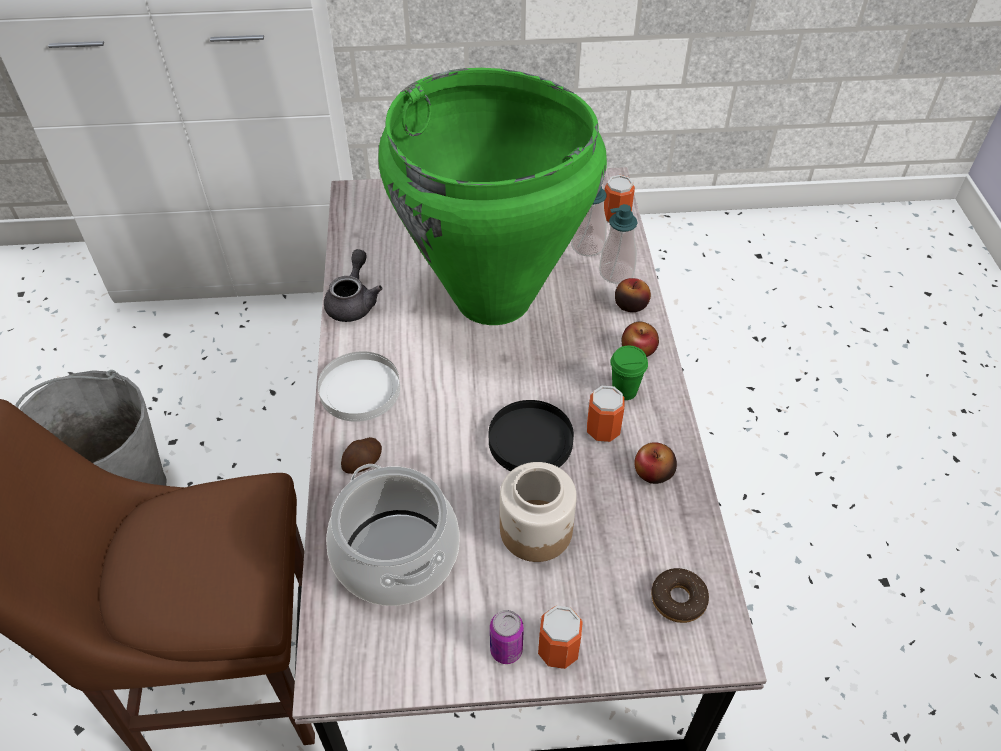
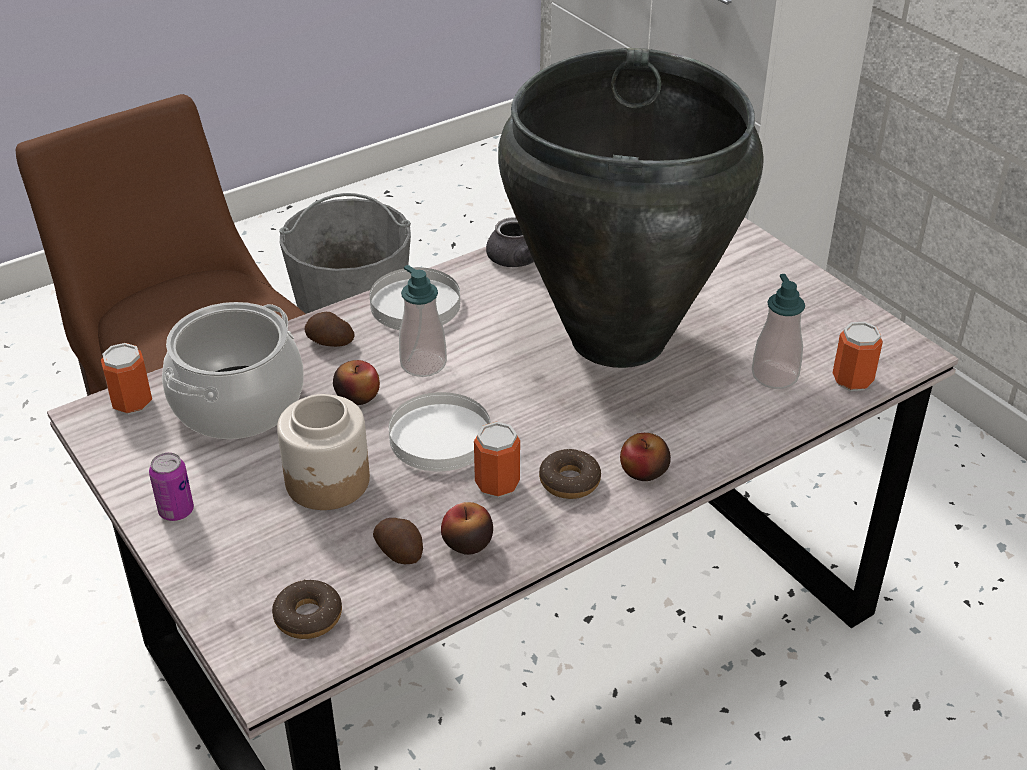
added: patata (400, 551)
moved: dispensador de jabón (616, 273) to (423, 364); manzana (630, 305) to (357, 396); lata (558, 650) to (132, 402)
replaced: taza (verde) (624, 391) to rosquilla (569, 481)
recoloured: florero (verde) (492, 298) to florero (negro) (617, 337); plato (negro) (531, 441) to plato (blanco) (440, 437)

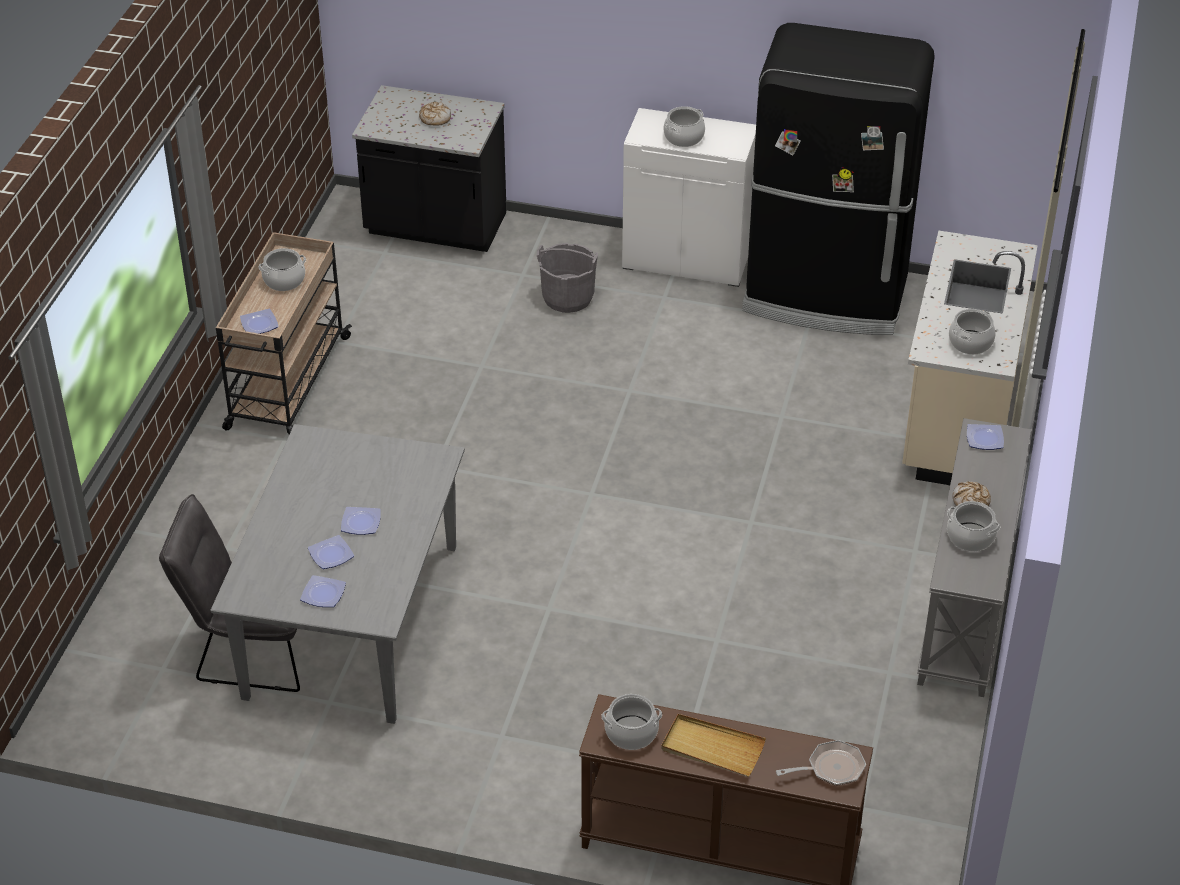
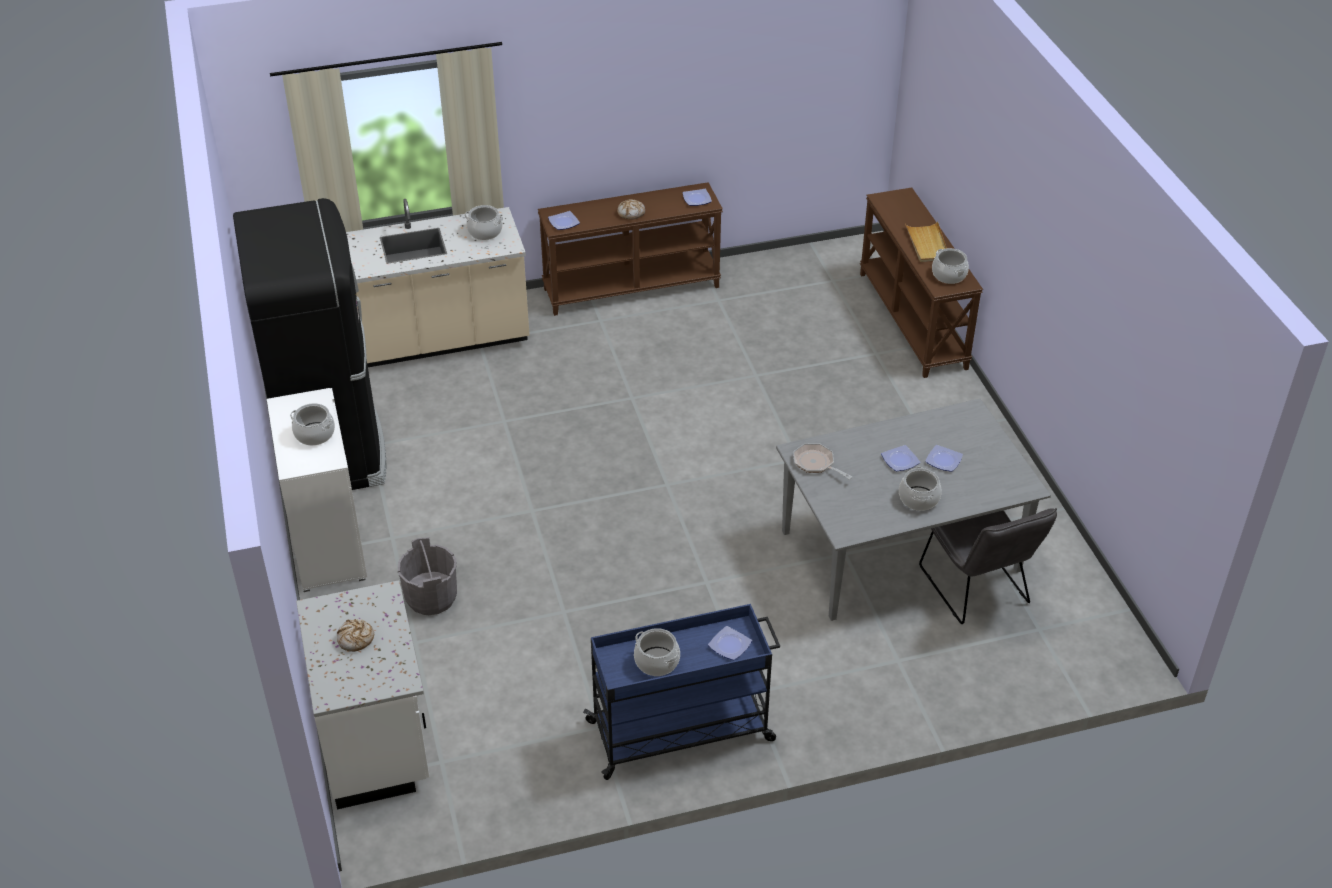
moved: olla (970, 537) to (919, 499); plato (323, 593) to (696, 199); sartén (831, 768) to (816, 463)
recoloured: mueble bajo de cocina (negro) (435, 228) to mueble bajo de cocina (blanco) (376, 742); carrito (beis) (287, 384) to carrito (azul) (682, 731); mesa consola (gris) (968, 603) to mesa consola (marrón) (631, 287)

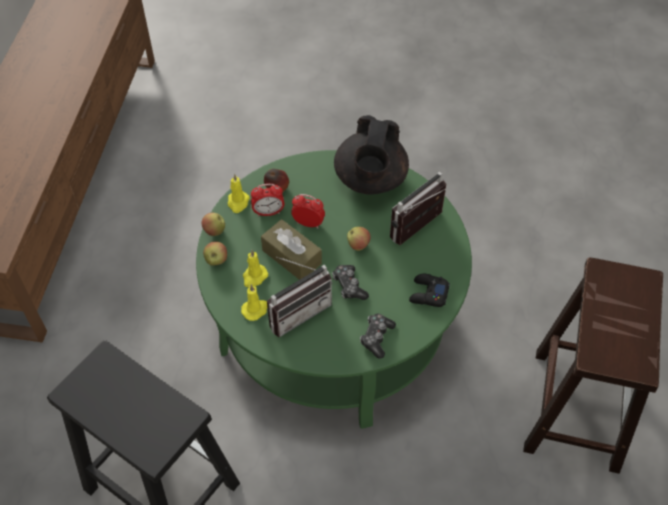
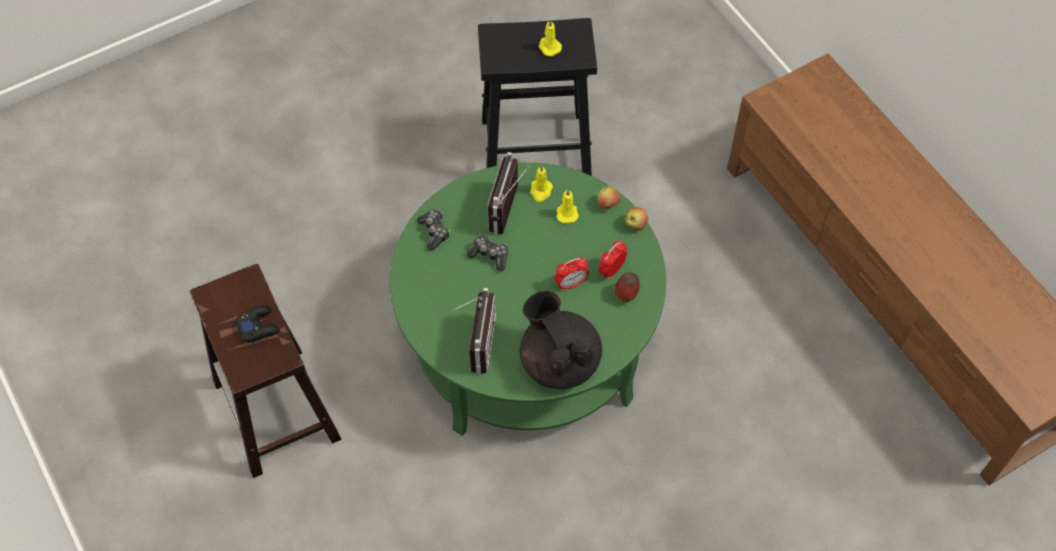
removed: caja de pañuelos (marrón) (292, 257); manzana (358, 245)
moved: vela (amarillo) (238, 203) to (549, 47); mando de consola (negro) (428, 294) to (258, 326)

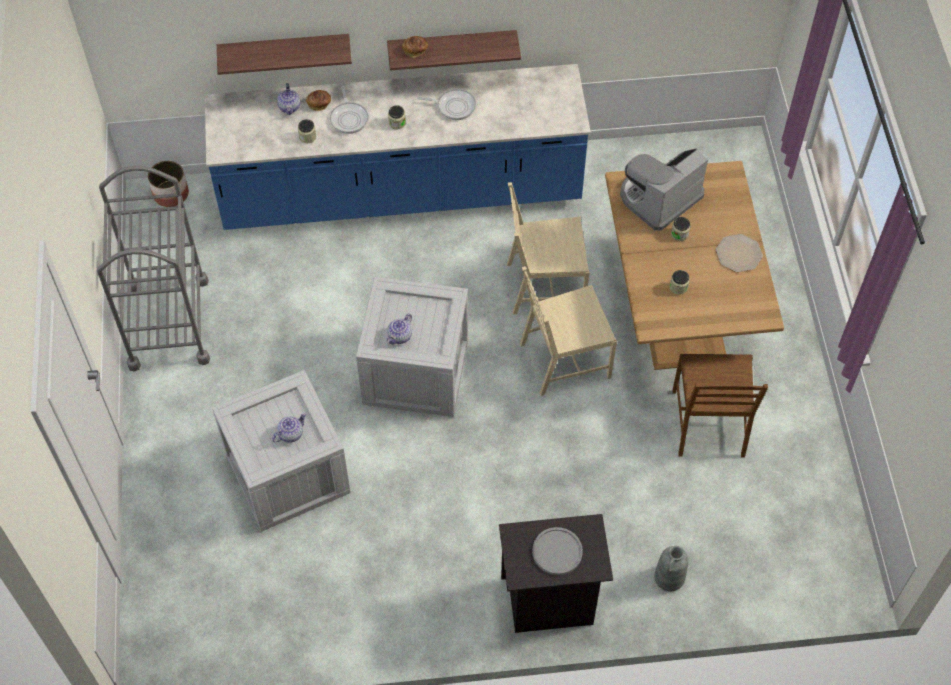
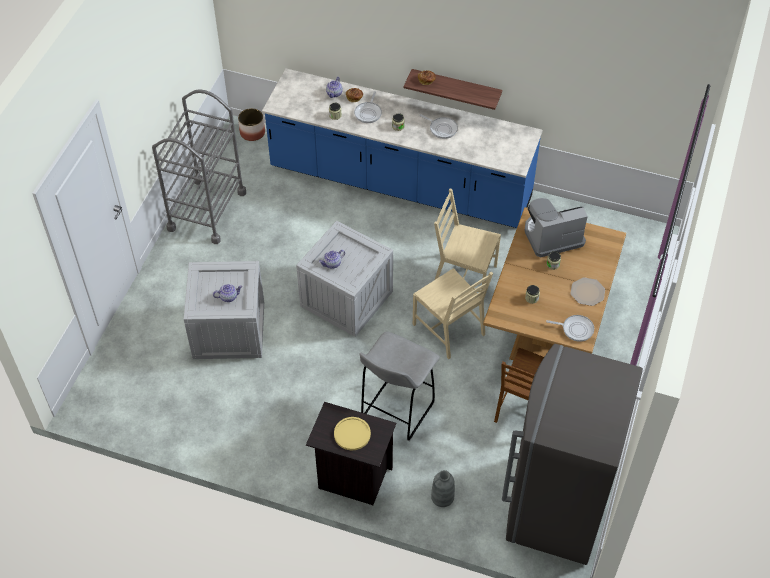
removed: estante (284, 51)
added: sartén (575, 329); taburete (gris) (396, 412); nevera (gris) (556, 507)
recoloured: plato (gris) (557, 552) to plato (amarillo) (352, 434)
turned: silla (beis) (564, 360) = (450, 329) 135 degrees counterclockwise

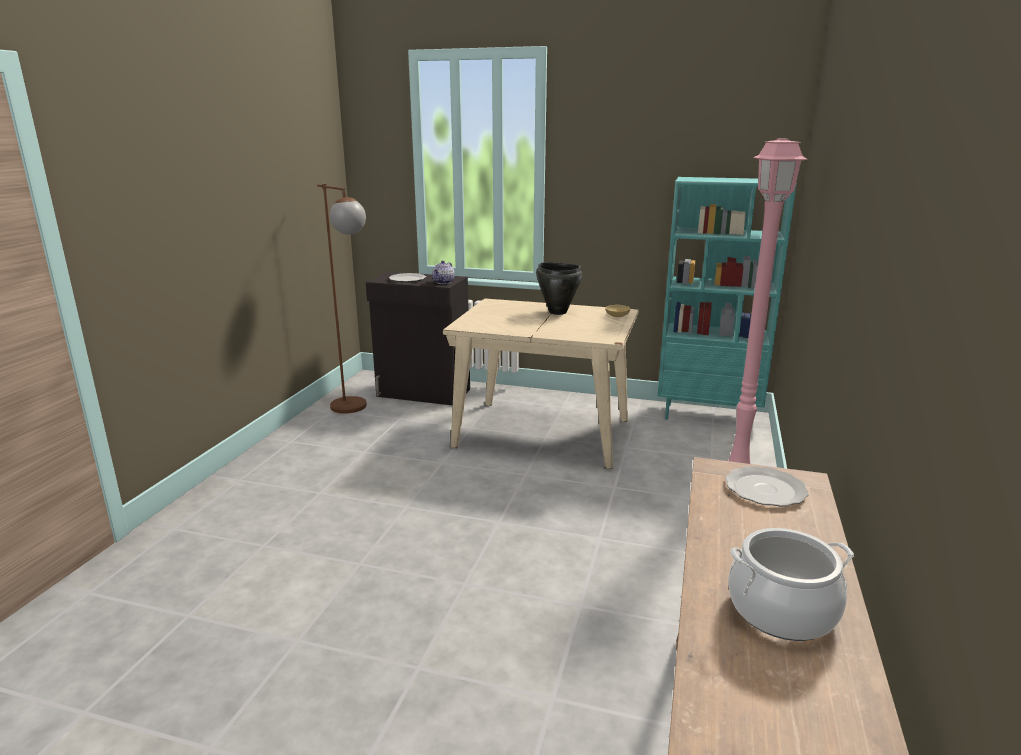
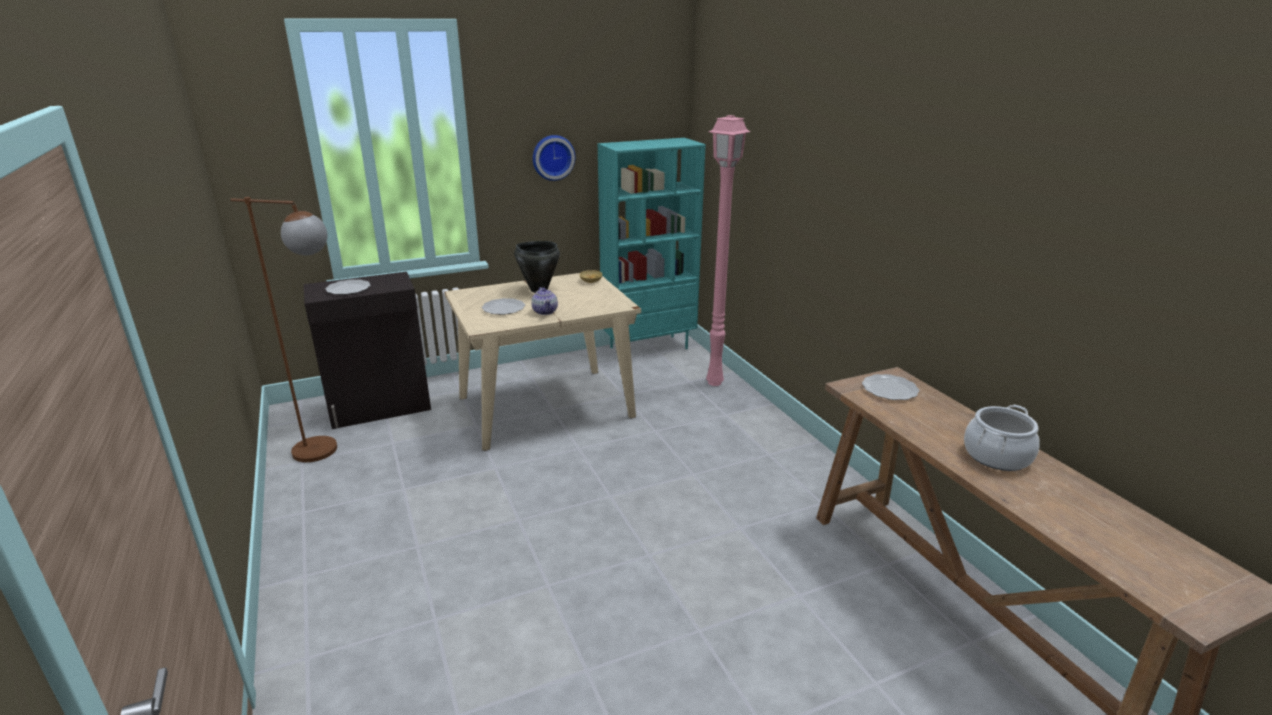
added: reloj de pared (552, 157); plato (504, 309)
moved: tetera (444, 282) to (545, 311)

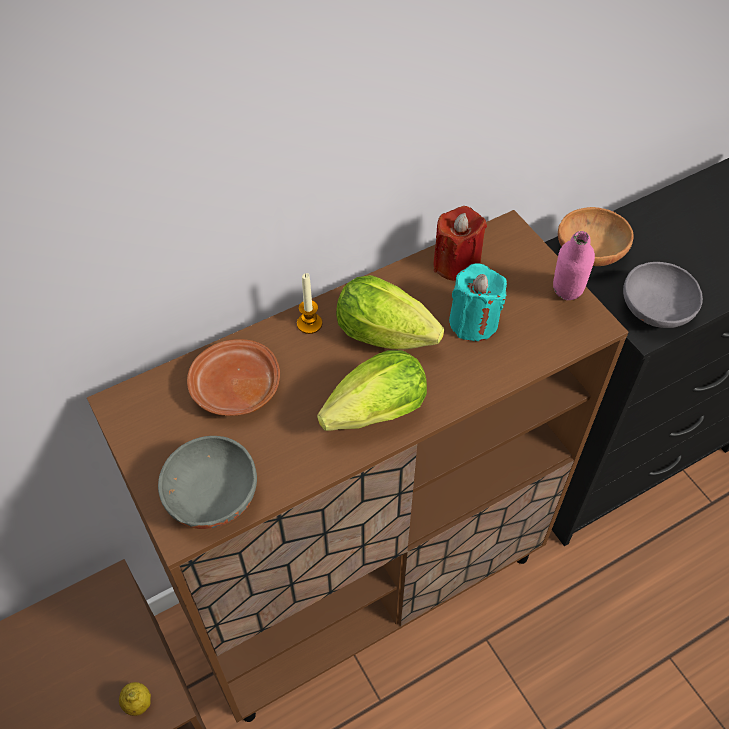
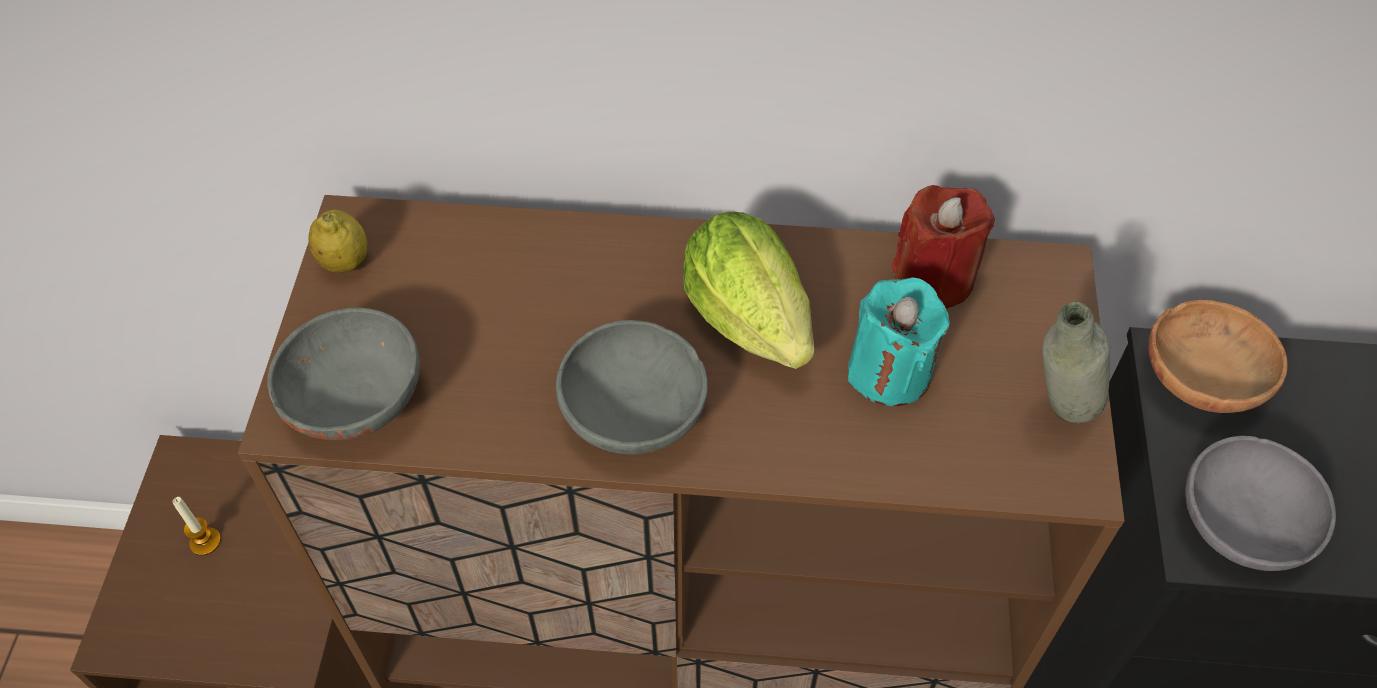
removed: plato (marrón) (235, 388)
moved: vela (309, 324) to (205, 541); limón (138, 703) to (345, 262)
replaced: lechuga (370, 416) to cuenco (gris) (636, 416)
recoloured: botella (rosa) (564, 302) to botella (gris) (1054, 419)

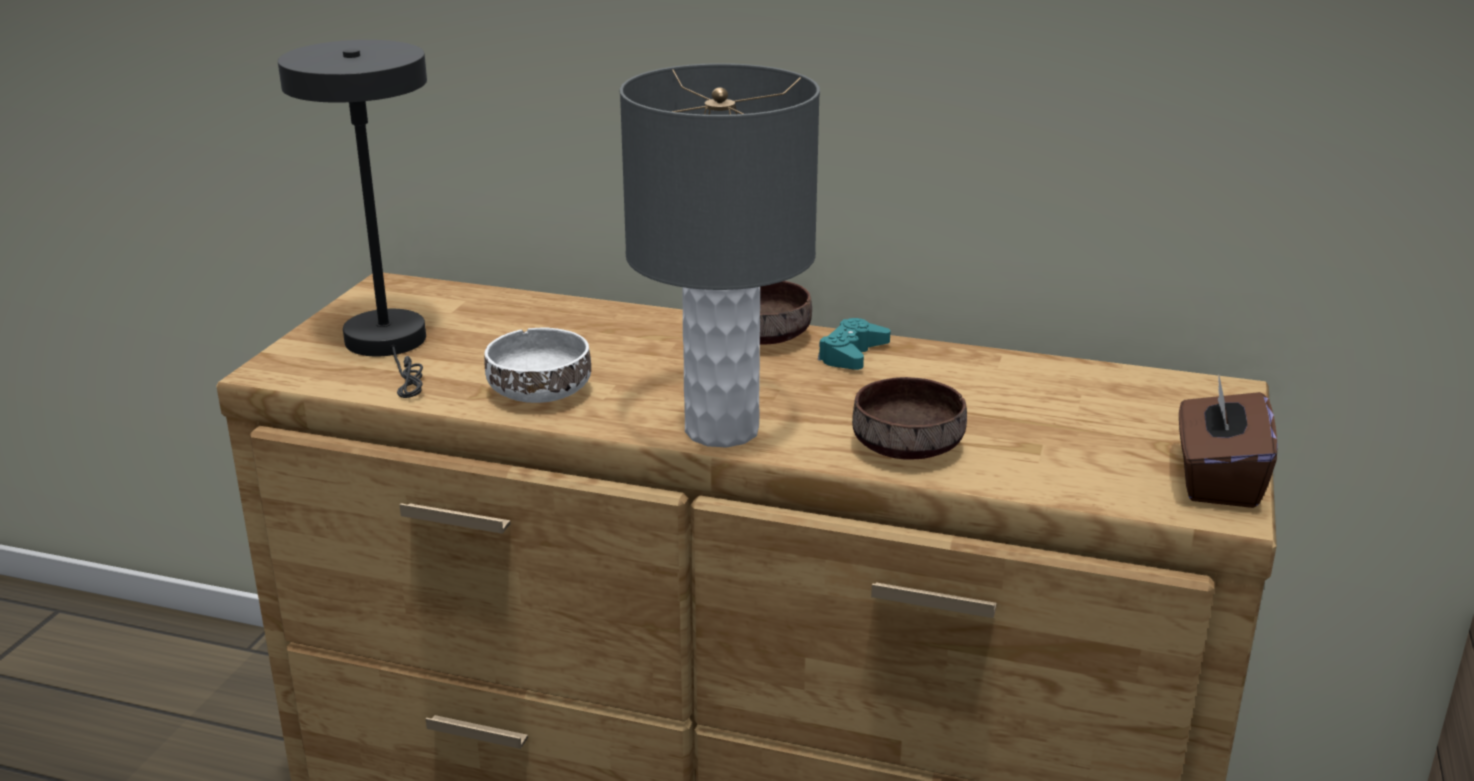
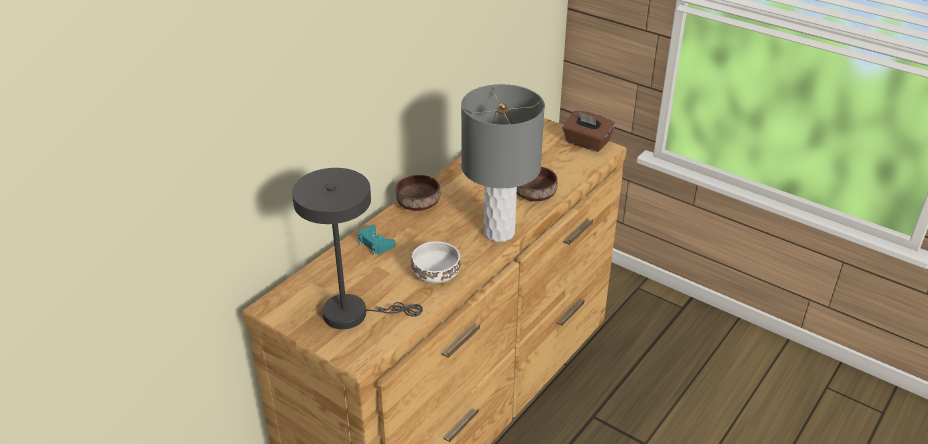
moved: mando de consola (turquesa) (852, 354) to (375, 244)

